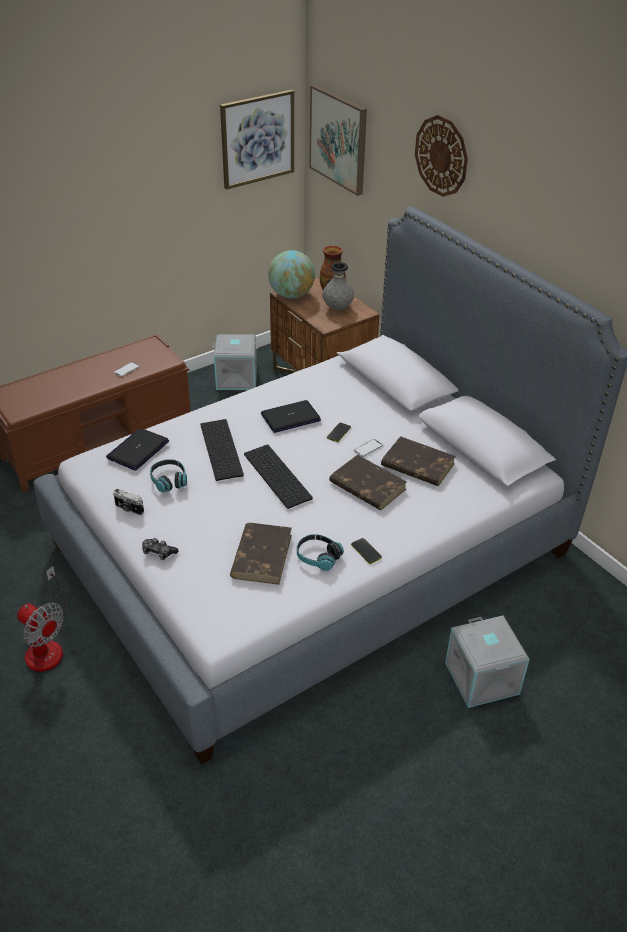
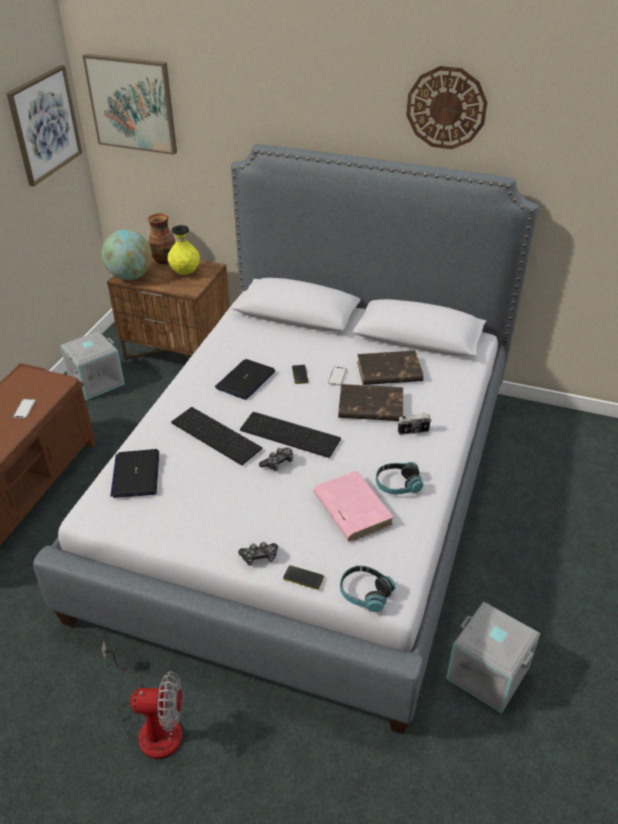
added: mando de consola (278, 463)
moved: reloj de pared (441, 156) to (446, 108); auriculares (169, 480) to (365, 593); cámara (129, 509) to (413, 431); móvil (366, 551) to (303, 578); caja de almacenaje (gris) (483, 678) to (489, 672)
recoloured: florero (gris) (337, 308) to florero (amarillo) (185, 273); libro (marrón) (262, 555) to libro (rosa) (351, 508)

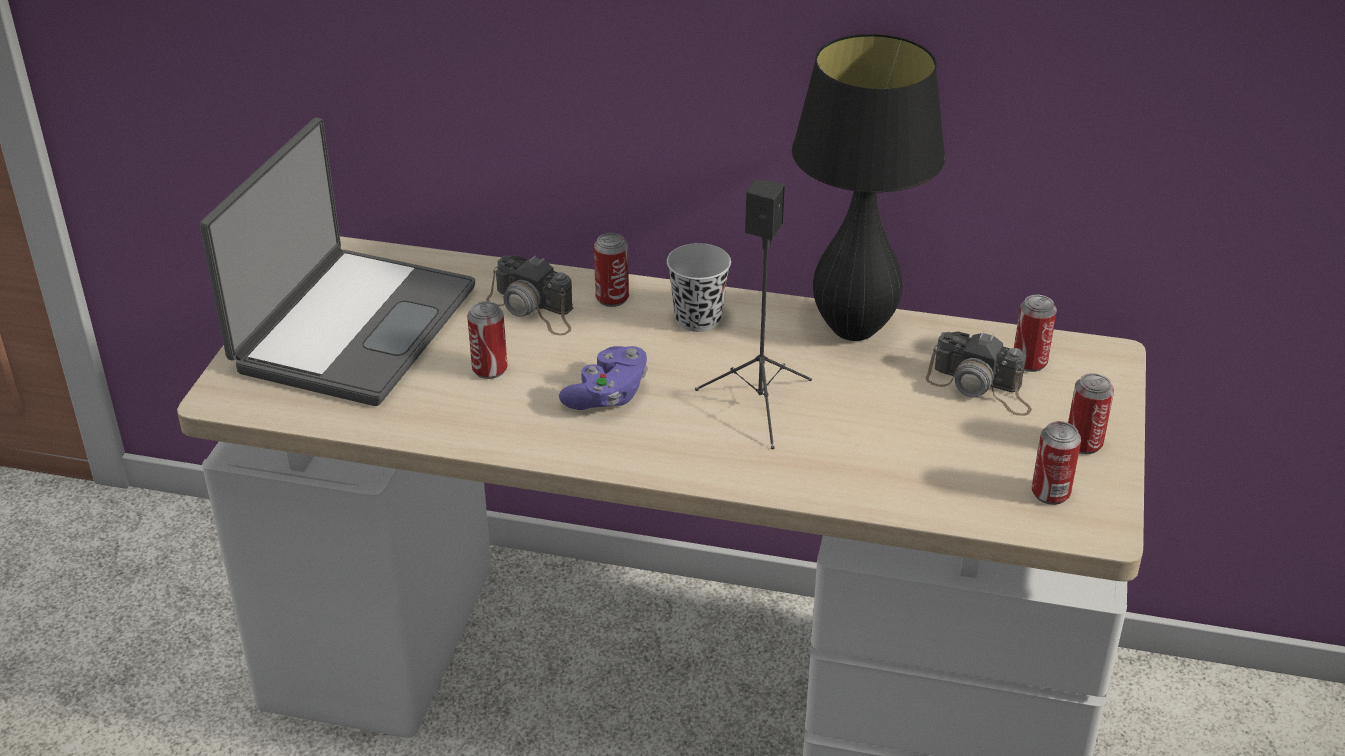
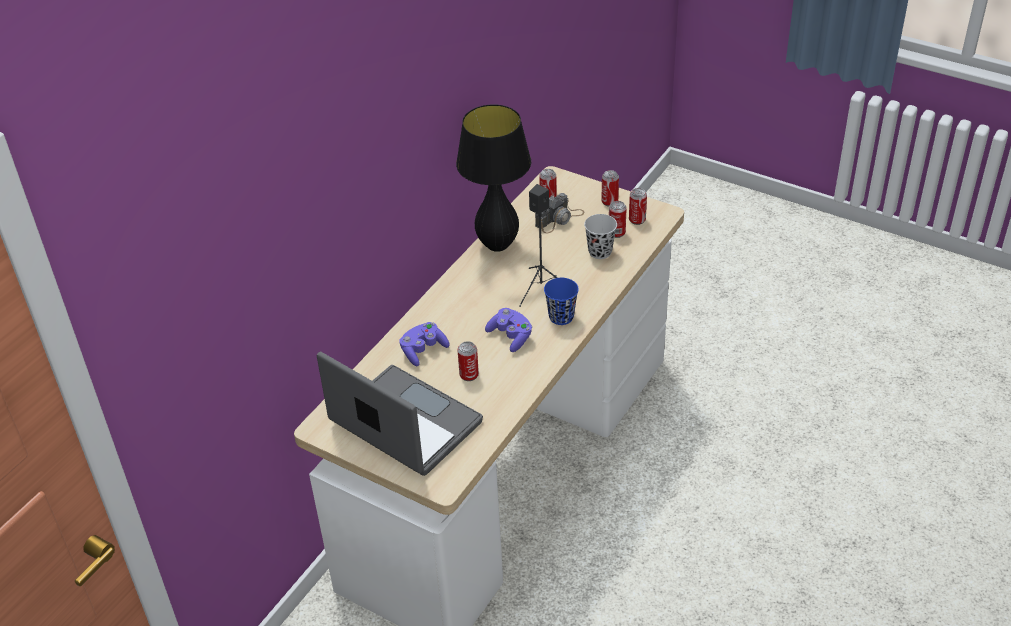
added: taza (azul) (561, 317)
moved: lata (612, 298) to (616, 233); taza (negro) (698, 319) to (600, 252)
replaced: cámara (533, 309) to mando de consola (morado) (423, 350)

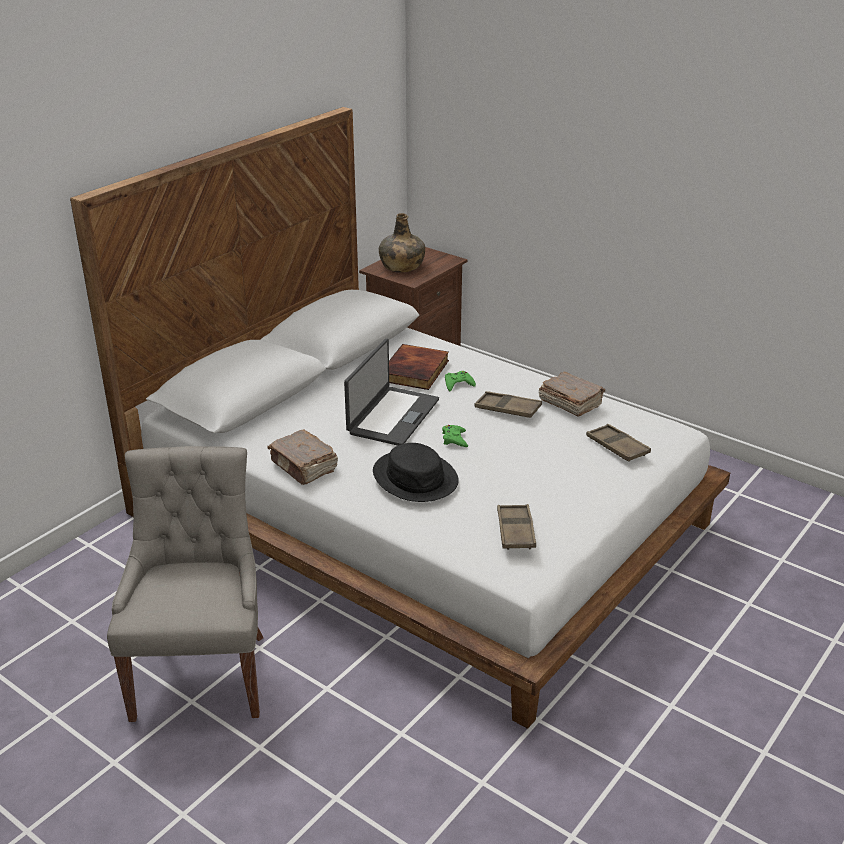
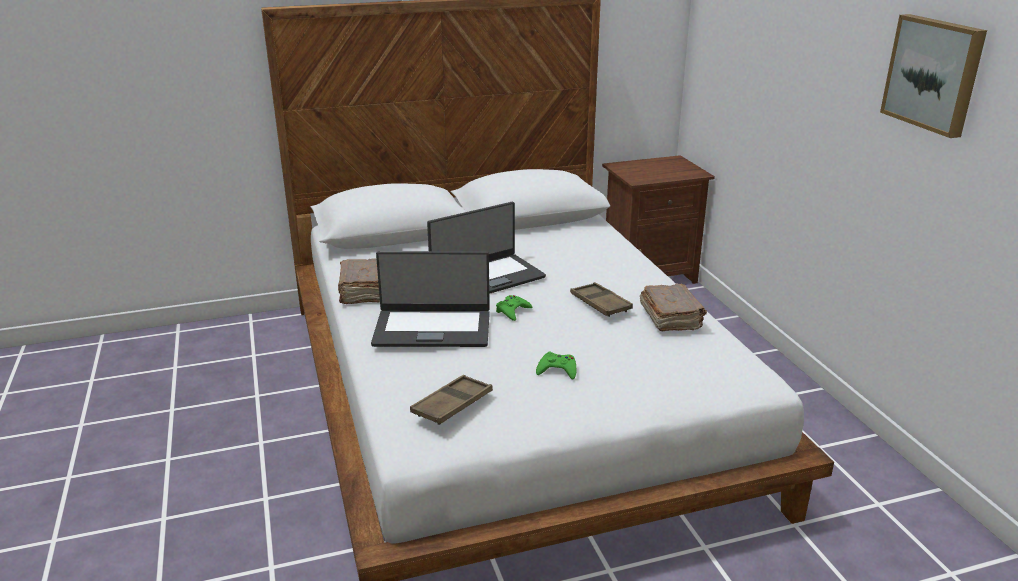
removed: botella (verde) (401, 266); libro (416, 371); bandeja (marrón) (617, 447); silla (gris) (202, 673)
added: cuadro (934, 74)
moved: mando de consola (verde) (458, 384) to (557, 370)
replaced: sombrero (negro) (415, 477) to portátil (432, 328)

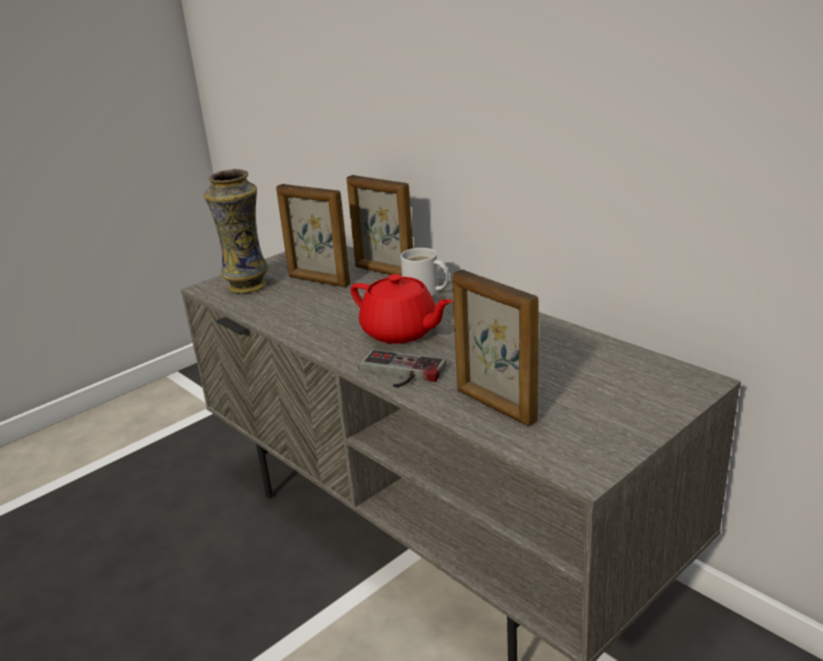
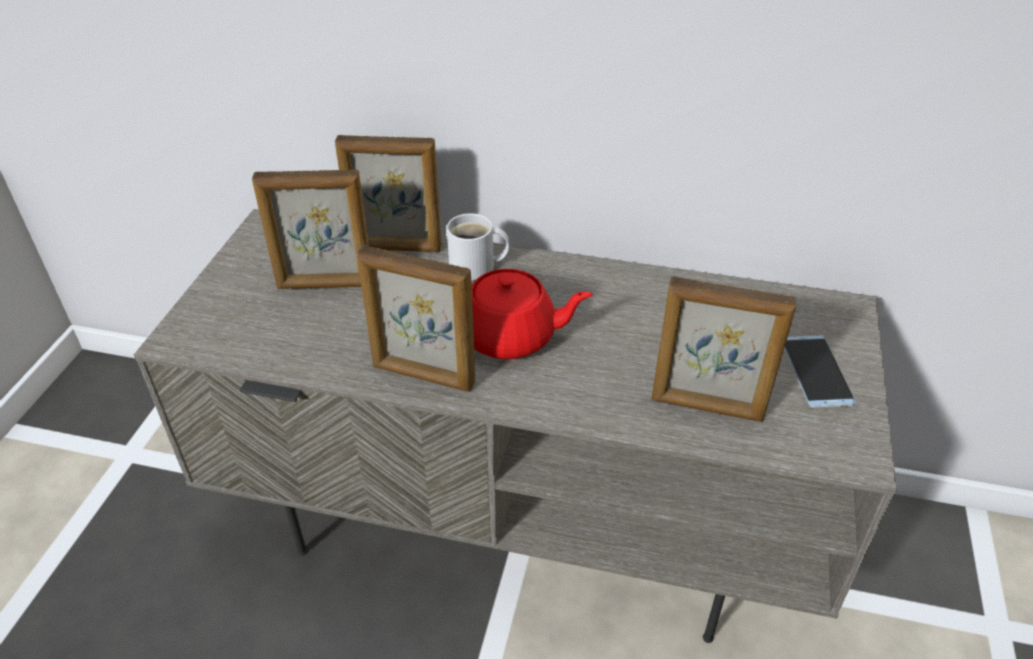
removed: florero (247, 286); mando de consola (399, 373)
added: portarretratos (423, 376); móvil (816, 371)

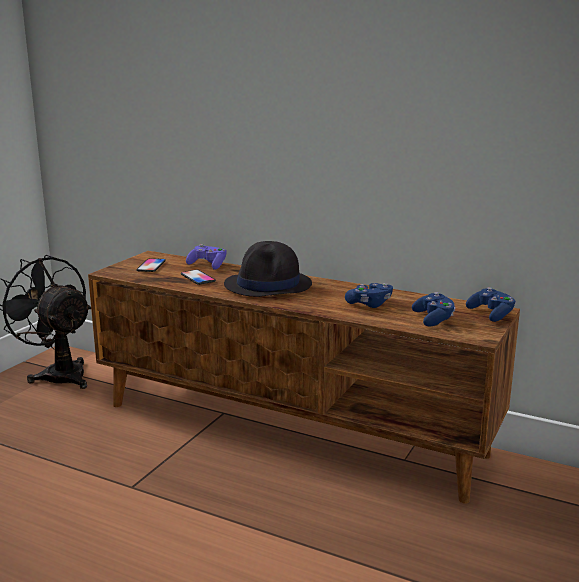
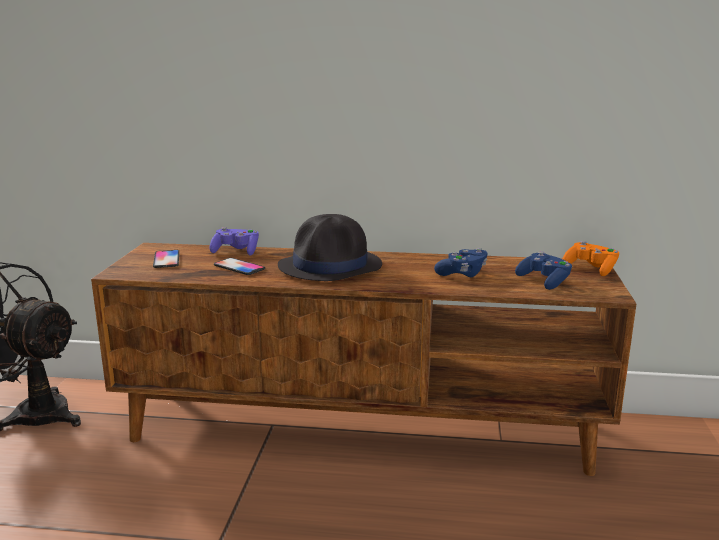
recoloured: mando de consola (azul) (491, 314) to mando de consola (naranja) (590, 269)

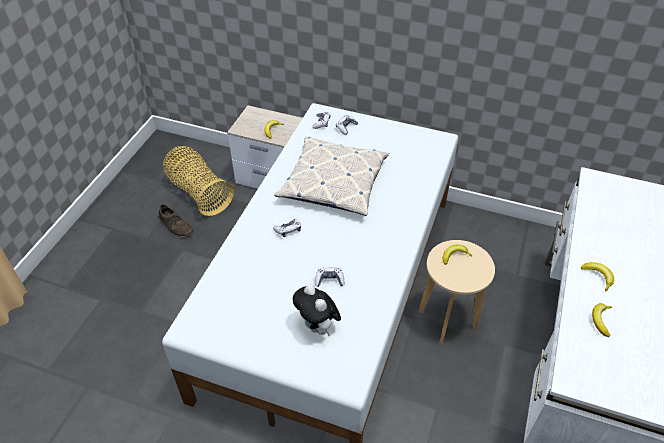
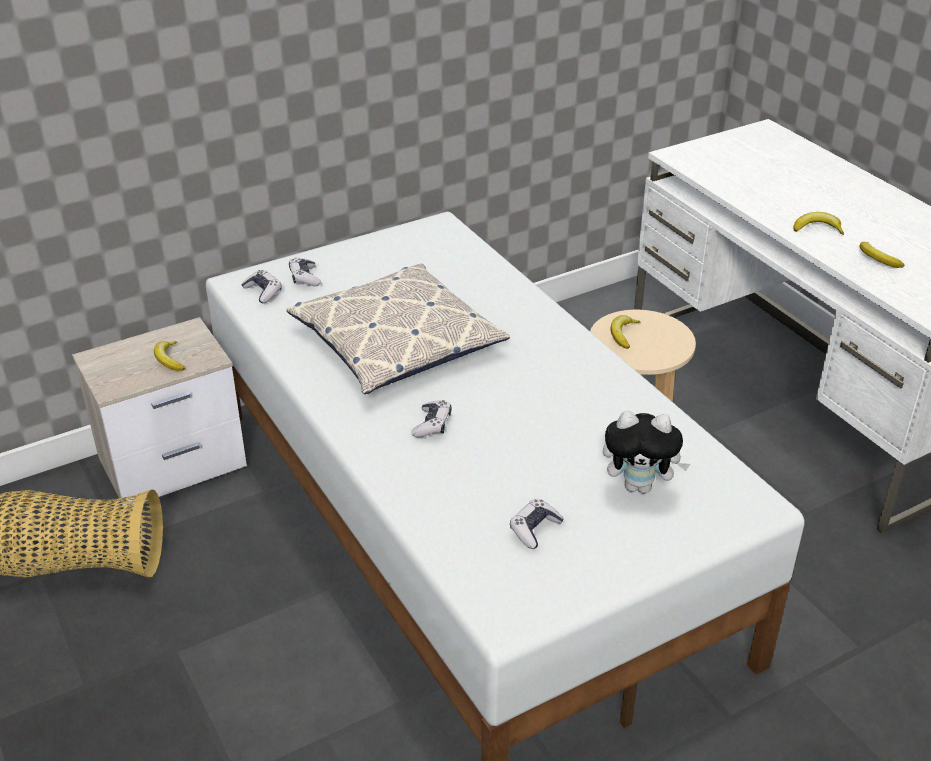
removed: zapato (marrón) (176, 226)
moved: mando de consola (329, 280) to (534, 529)

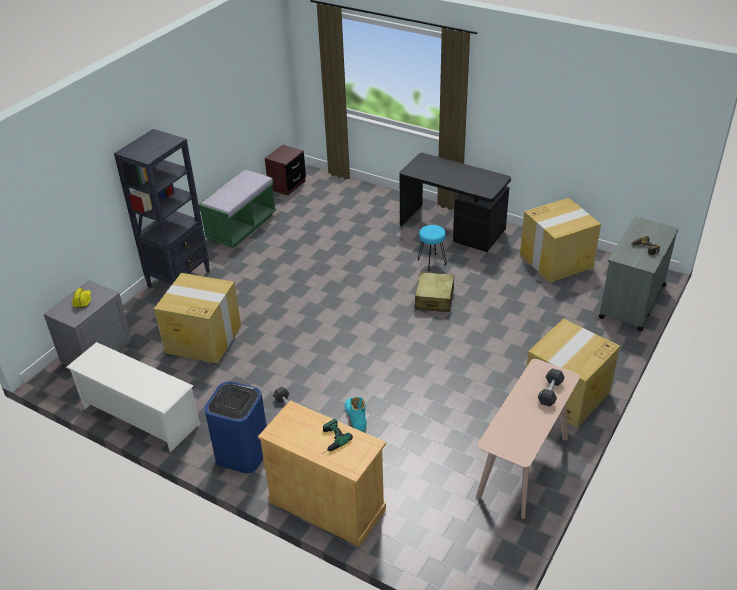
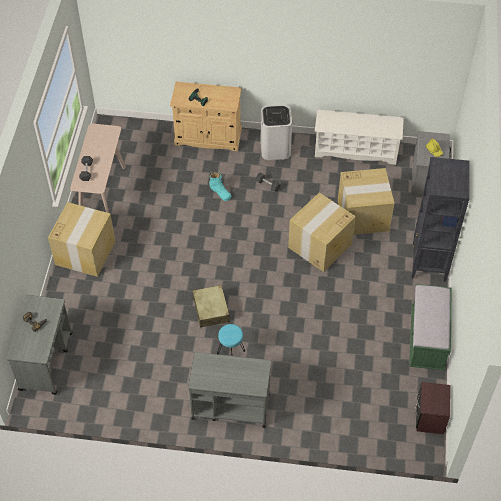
moved: caja de cartón (557, 260) to (319, 246)
replaced: escritorio (negro) (453, 228) to carrito (gris) (230, 406)
recoloured: papelera (azul) (242, 453) to papelera (blanco) (275, 149)

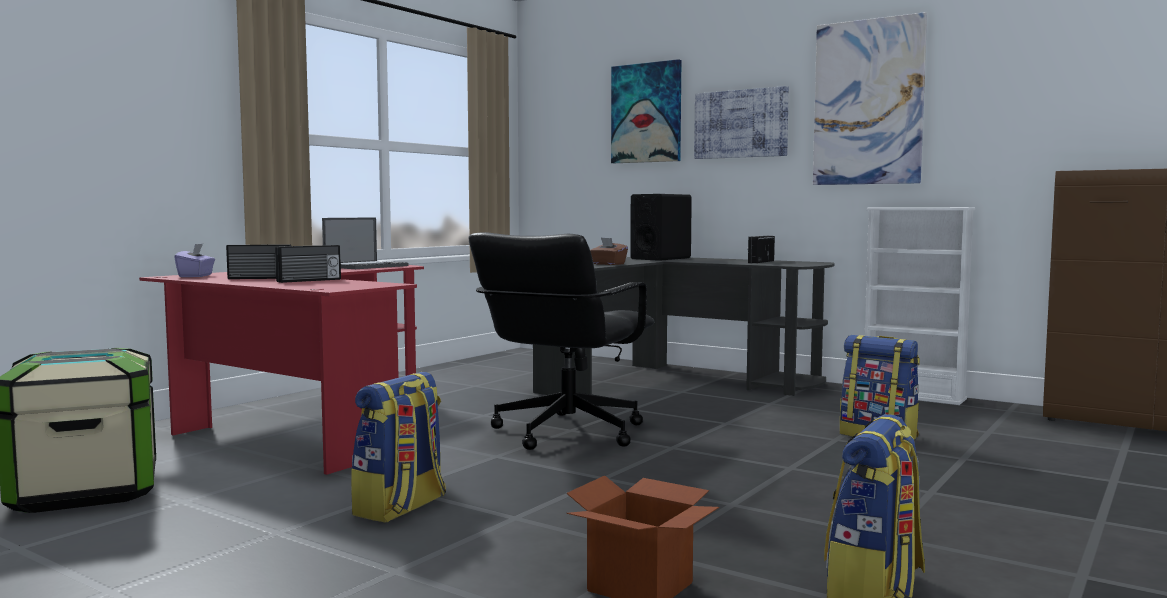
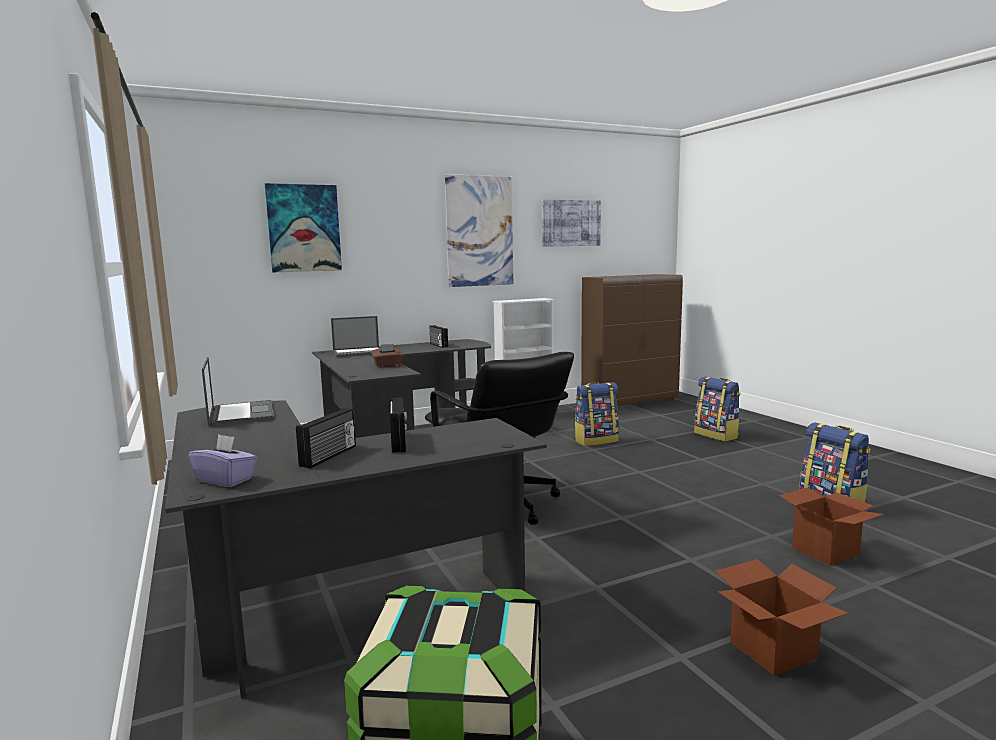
added: caja de cartón (773, 650)
moved: cuadro (741, 124) to (570, 223); mochila (401, 507) to (717, 435)
replaced: altavoz (negro) (661, 258) to portátil (359, 353)
recoloured: escritorio (rojo) (306, 423) to escritorio (negro) (315, 601)

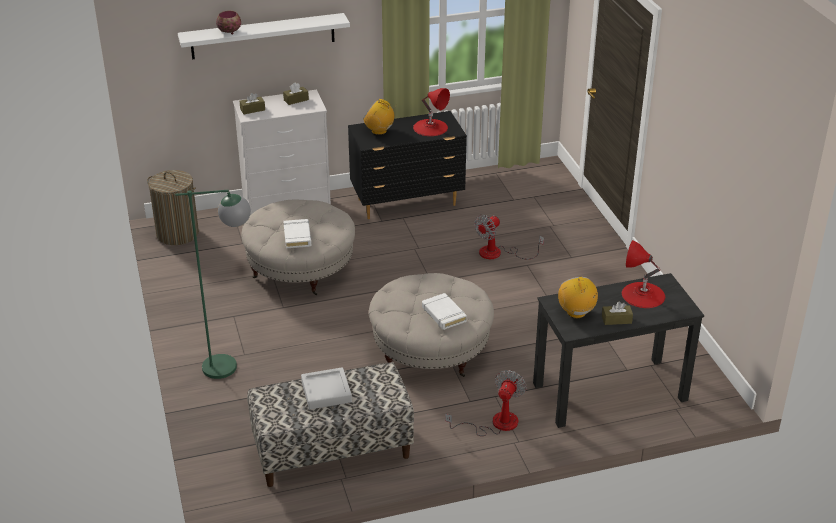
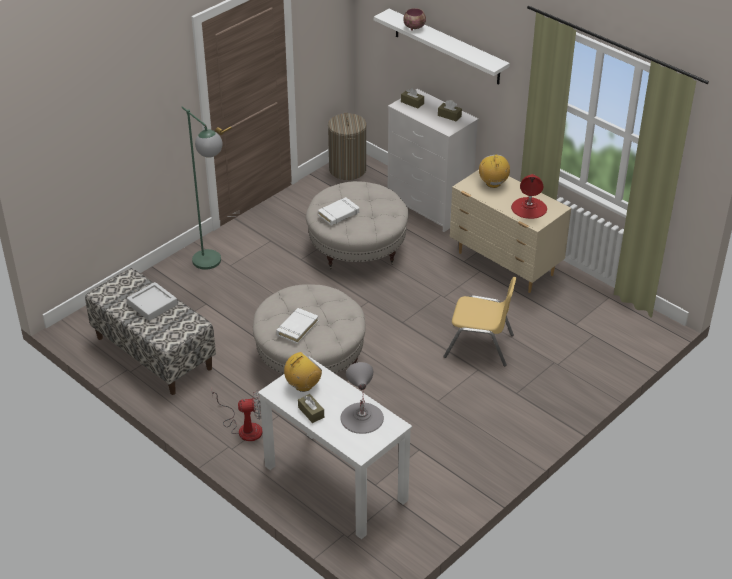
replaced: ventilador (498, 253) to silla (amarillo) (479, 346)
recoloured: cómoda (negro) (408, 203) to cómoda (beis) (505, 265); lámpara de mesa (rojo) (643, 295) to lámpara de mesa (gris) (361, 417); escritorio (negro) (609, 392) to escritorio (blanco) (335, 483)

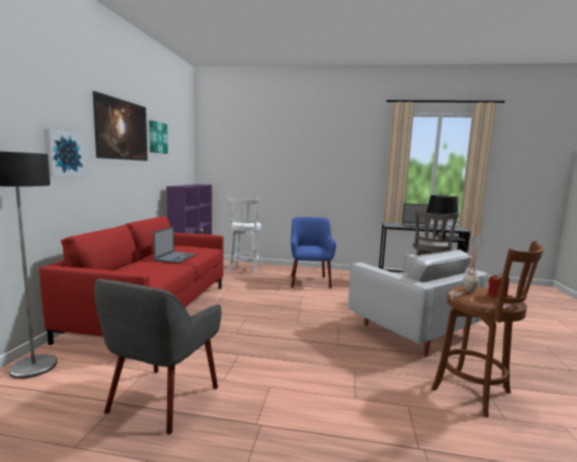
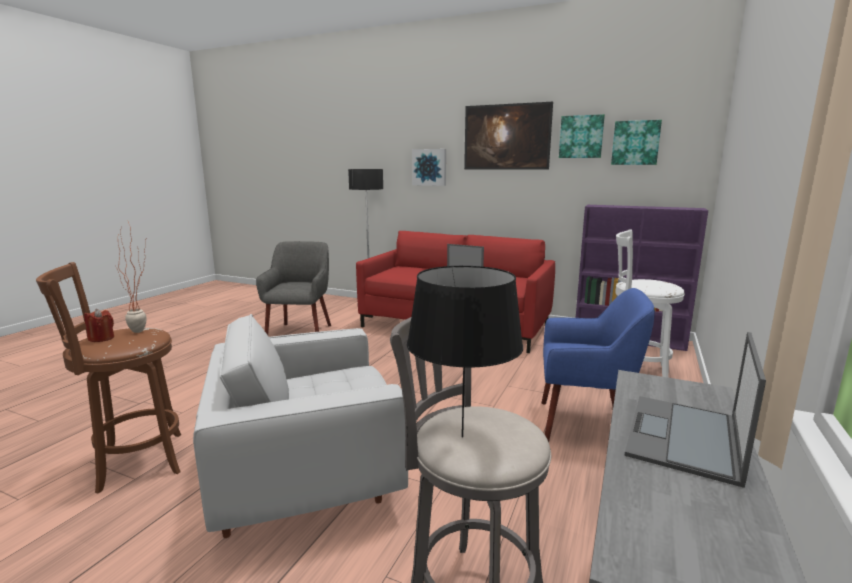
added: cuadro (635, 143)
turned: sillón (gris) (162, 399) = (300, 332) 60 degrees clockwise

